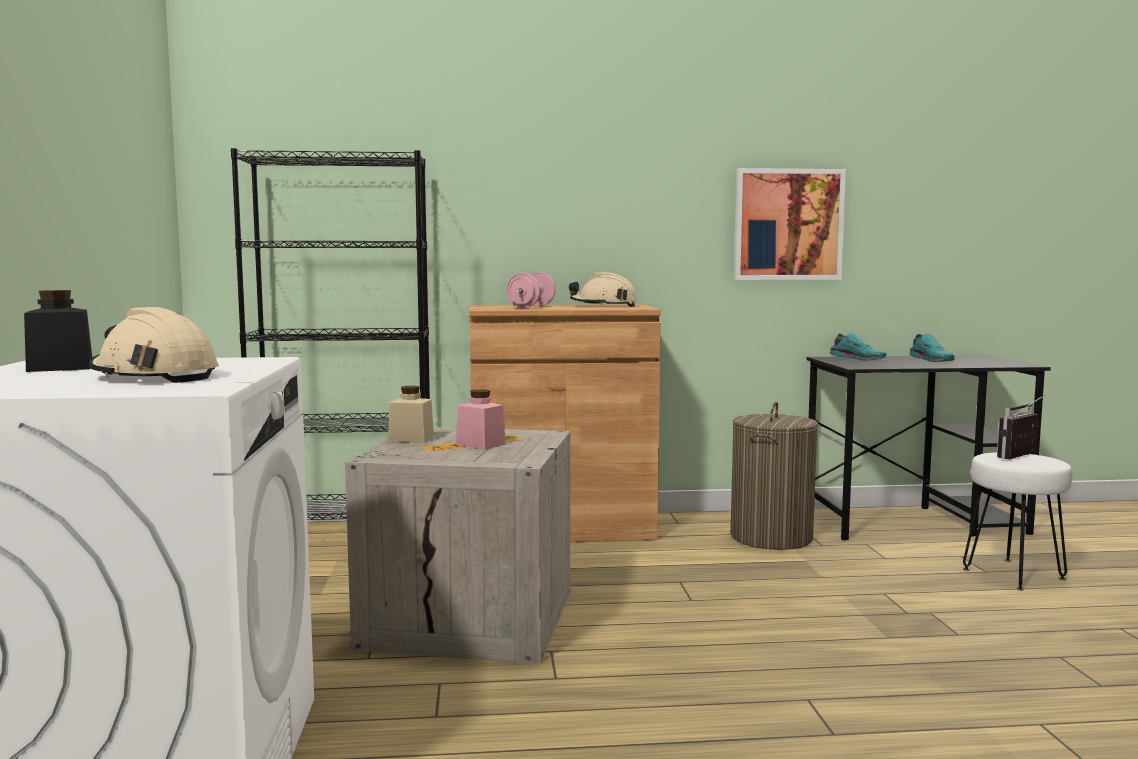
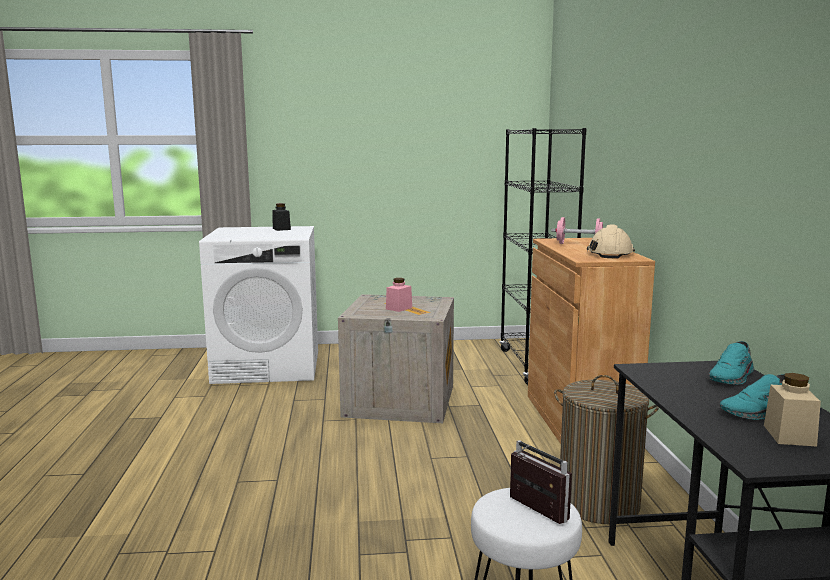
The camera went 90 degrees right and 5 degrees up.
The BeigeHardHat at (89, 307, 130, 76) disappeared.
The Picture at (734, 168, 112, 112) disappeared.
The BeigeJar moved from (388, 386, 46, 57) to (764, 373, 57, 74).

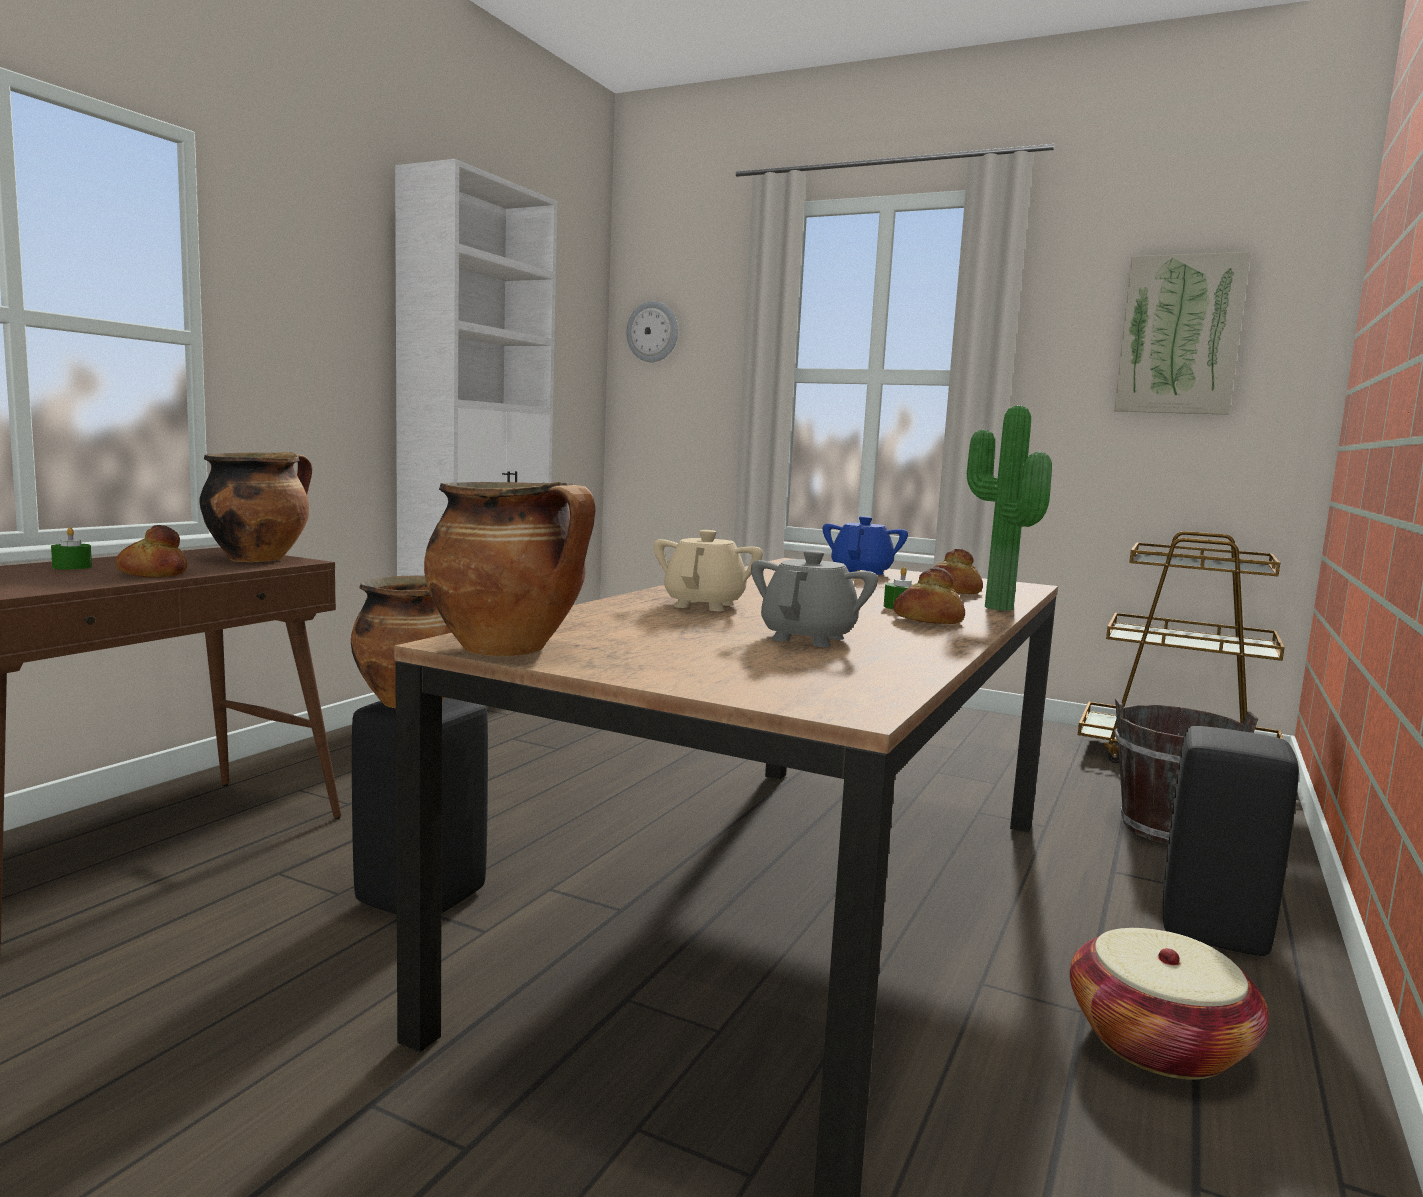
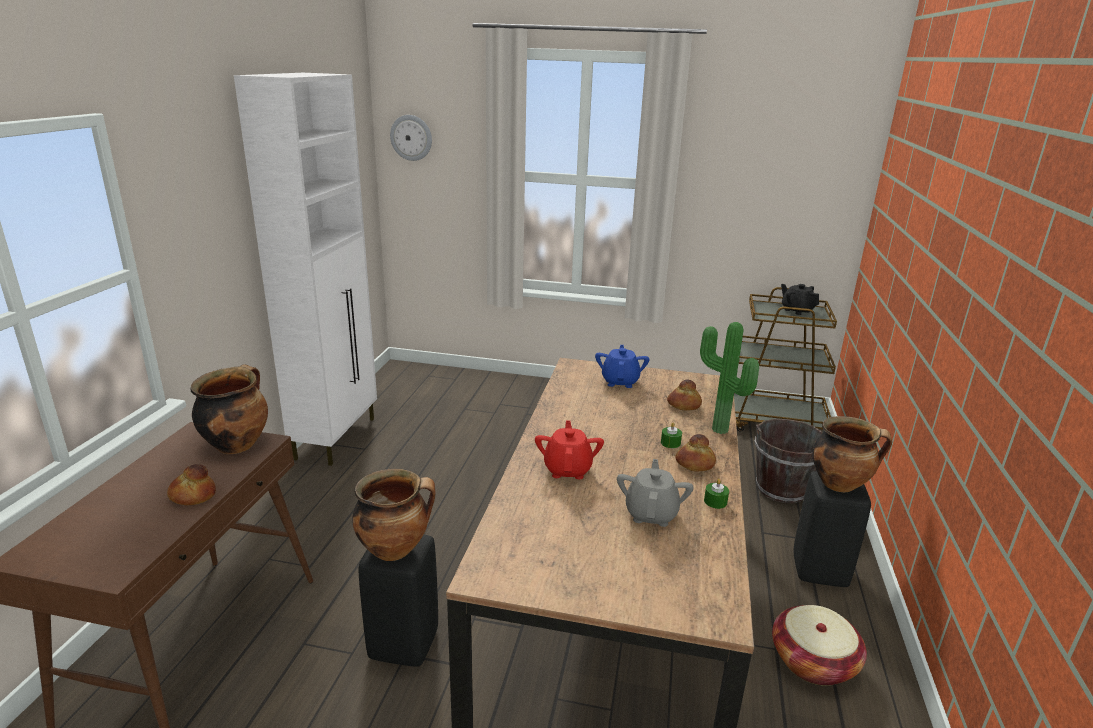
The camera went 15 degrees left and 15 degrees up.
The Picture at (1114, 252, 137, 163) disappeared.
The BlackTeapot at (781, 284, 38, 31) appeared.
The GreenCandle moved from (51, 527, 41, 43) to (704, 479, 25, 30).
The CookingPot moved from (424, 482, 172, 174) to (812, 416, 80, 76).
The BeigeTeapot at (653, 530, 110, 81) became the RedTeapot at (535, 420, 69, 59).

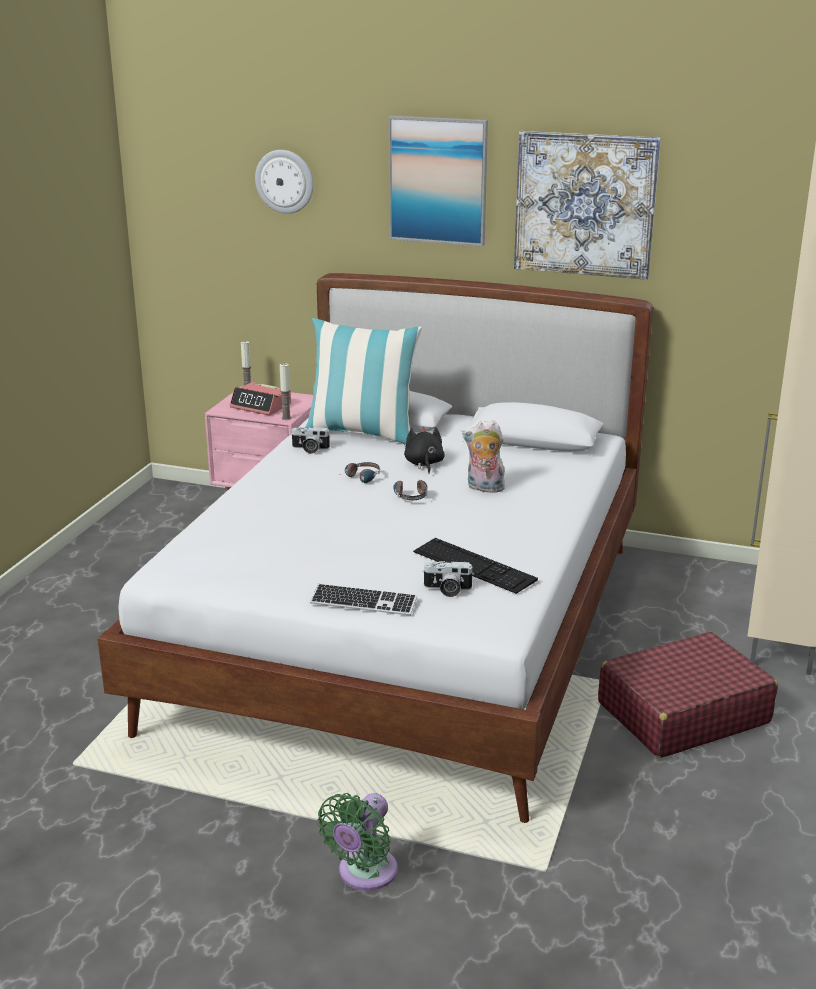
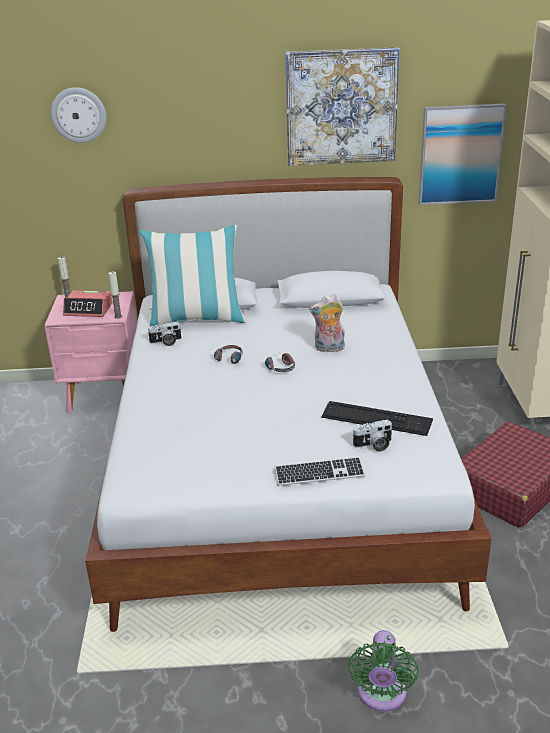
The camera went 20 degrees left and 5 degrees up.
The BlackPlushToy at (404, 426, 41, 48) disappeared.
The Picture moved from (389, 116, 99, 131) to (419, 104, 88, 101).

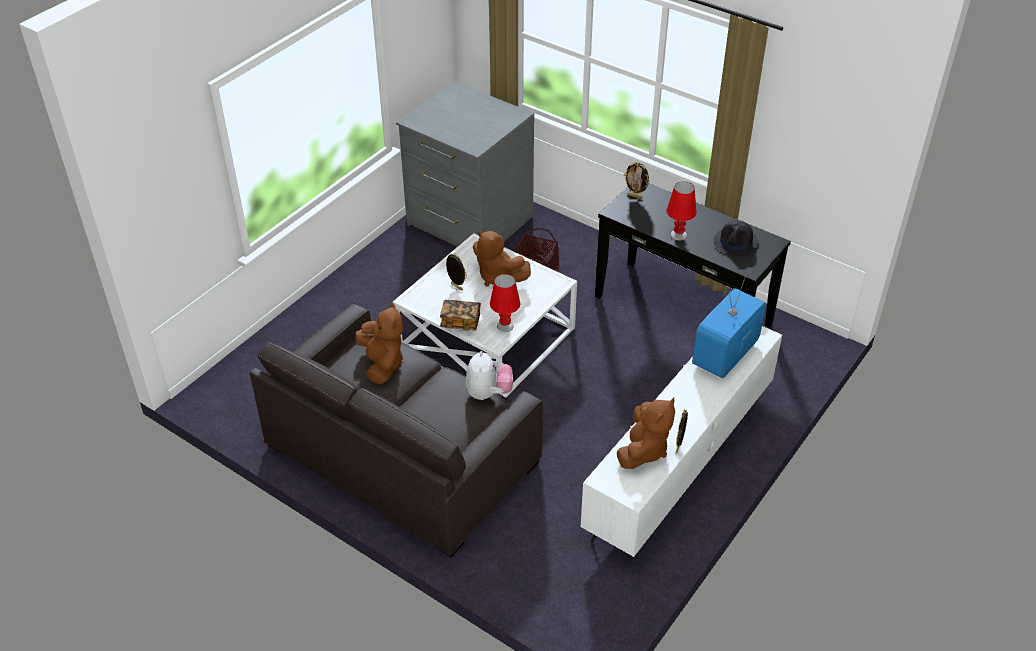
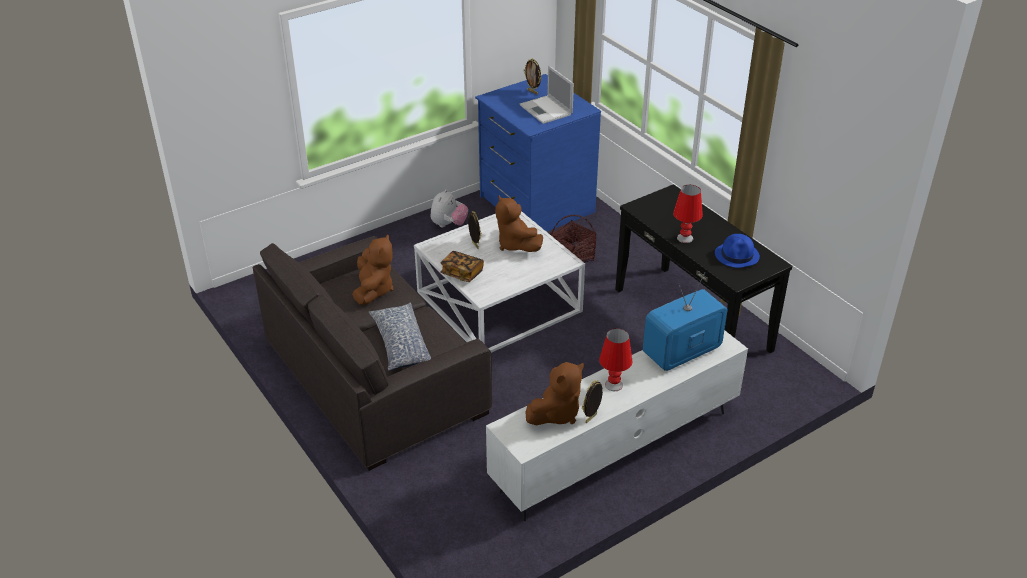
The camera went 20 degrees right and 5 degrees down.
The Pillow at (369, 303, 62, 68) appeared.
The Laptop at (520, 66, 54, 58) appeared.
The PlushToy moved from (465, 351, 48, 49) to (430, 189, 38, 39).
The RedTableLamp moved from (490, 274, 30, 58) to (599, 329, 33, 62).
The PictureFrame moved from (624, 162, 26, 37) to (524, 58, 17, 37).
The GreyDresser at (396, 81, 138, 166) became the BlueDresser at (475, 74, 126, 158).
The BlackHat at (714, 220, 45, 36) became the BlueHat at (715, 234, 45, 34).

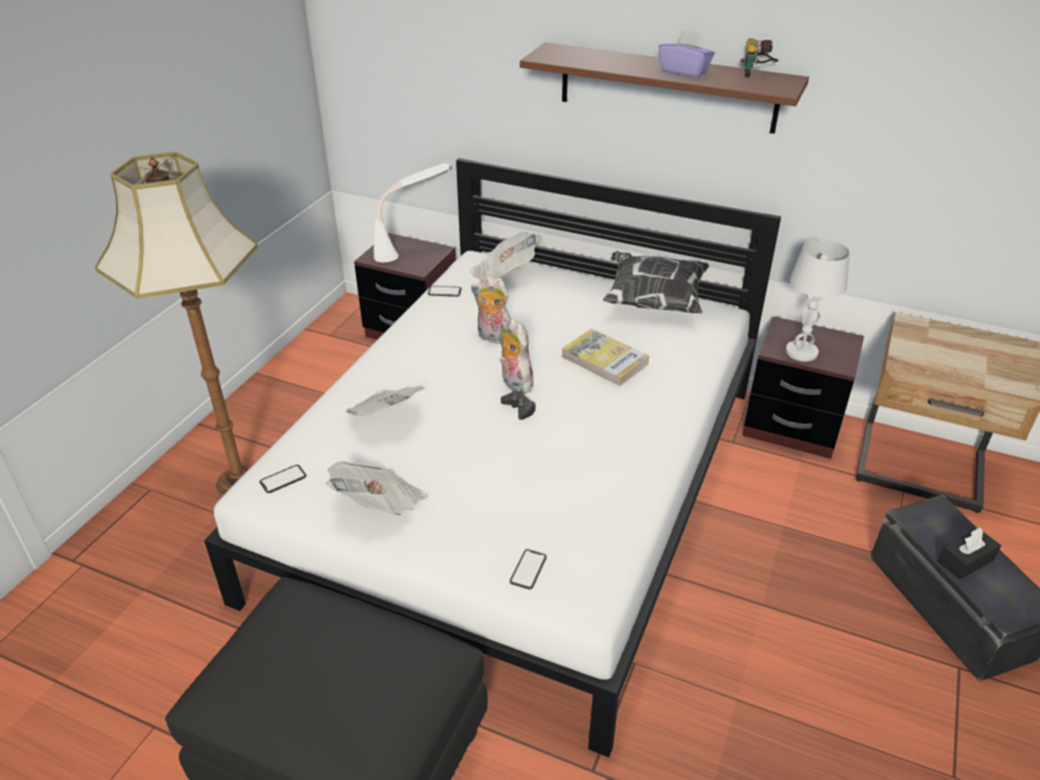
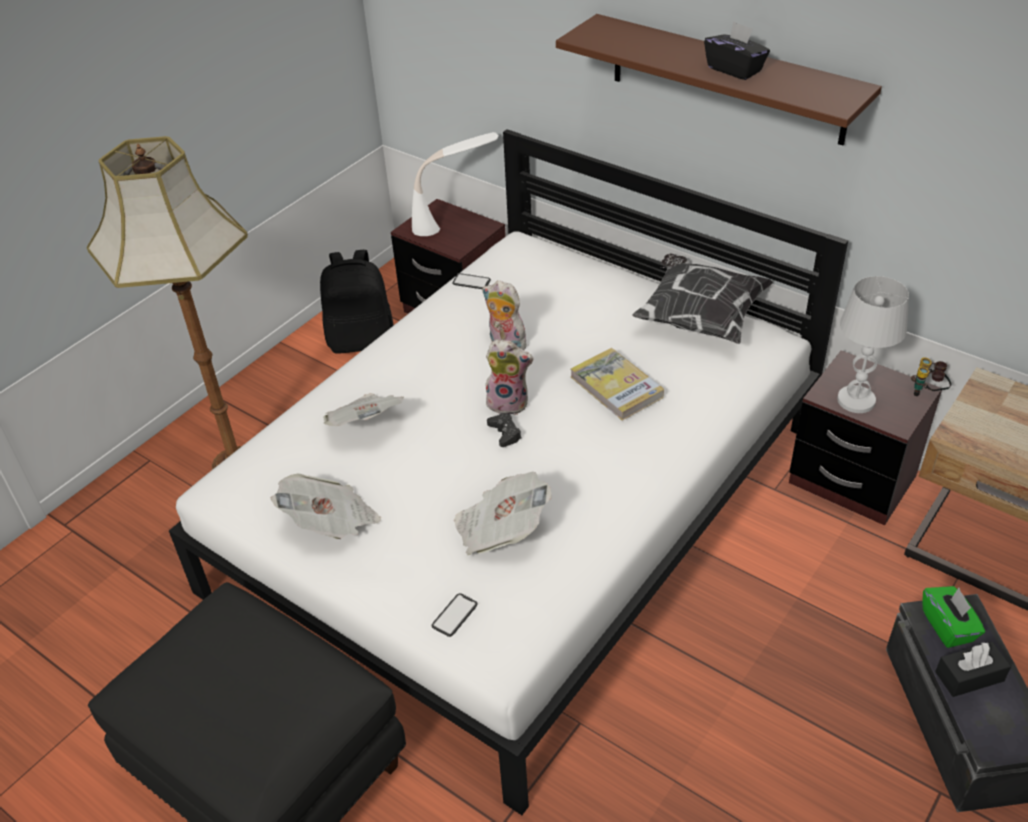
The camera went 15 degrees right and 5 degrees up.
The Phone at (259, 465, 47, 28) disappeared.
The BlackBackpack at (320, 250, 74, 104) appeared.
The GreenTissueBox at (922, 586, 63, 62) appeared.
The Newspaper moved from (470, 231, 70, 51) to (454, 471, 98, 84).
The Binoculars moved from (741, 38, 37, 40) to (911, 357, 40, 39).
The PurpleTissueBox at (659, 30, 56, 48) became the BlackTissueBox at (704, 21, 66, 59).
The PlushToy at (499, 318, 34, 75) turned 120 degrees clockwise.

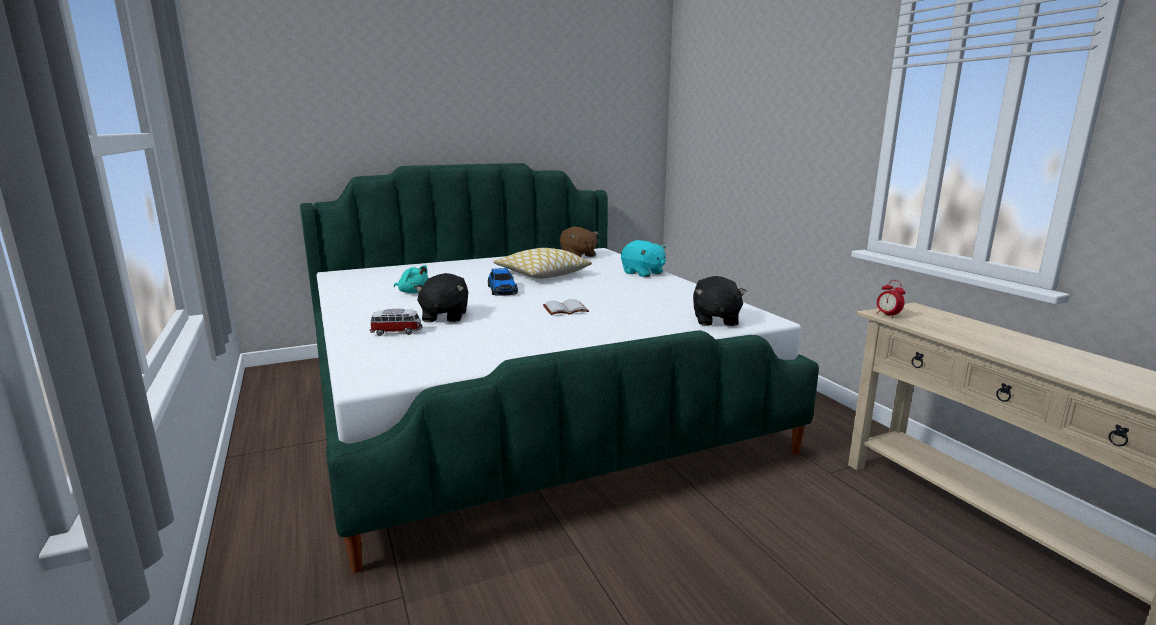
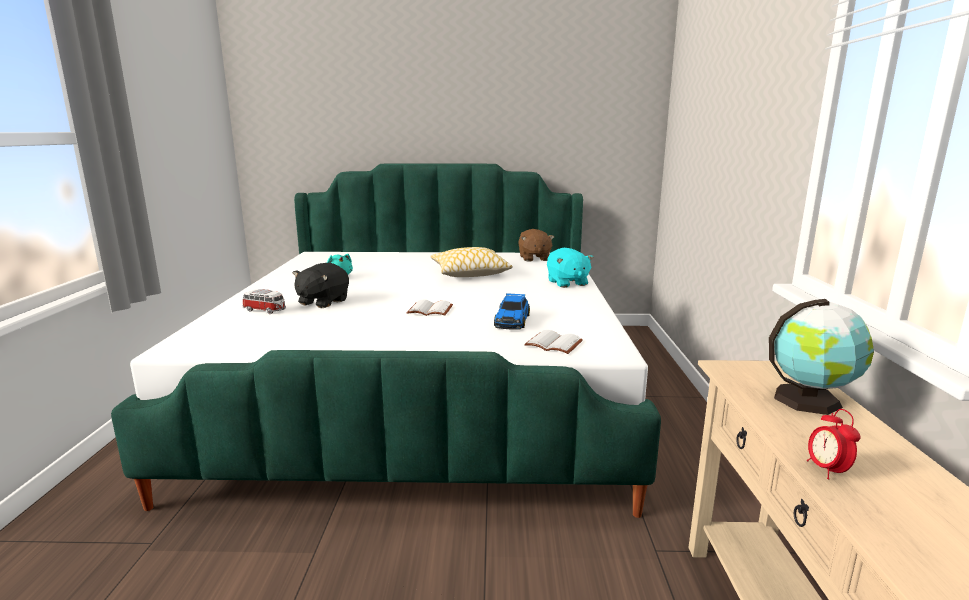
The camera went 25 degrees right and 0 degrees up.
The Globe at (769, 299, 105, 116) appeared.
The ToyCar moved from (488, 268, 30, 28) to (494, 293, 36, 37).
The AlarmClock moved from (876, 280, 29, 38) to (807, 409, 54, 70).
The BlackPlushToy at (693, 276, 54, 50) was replaced by the WhiteBook at (524, 330, 59, 24).

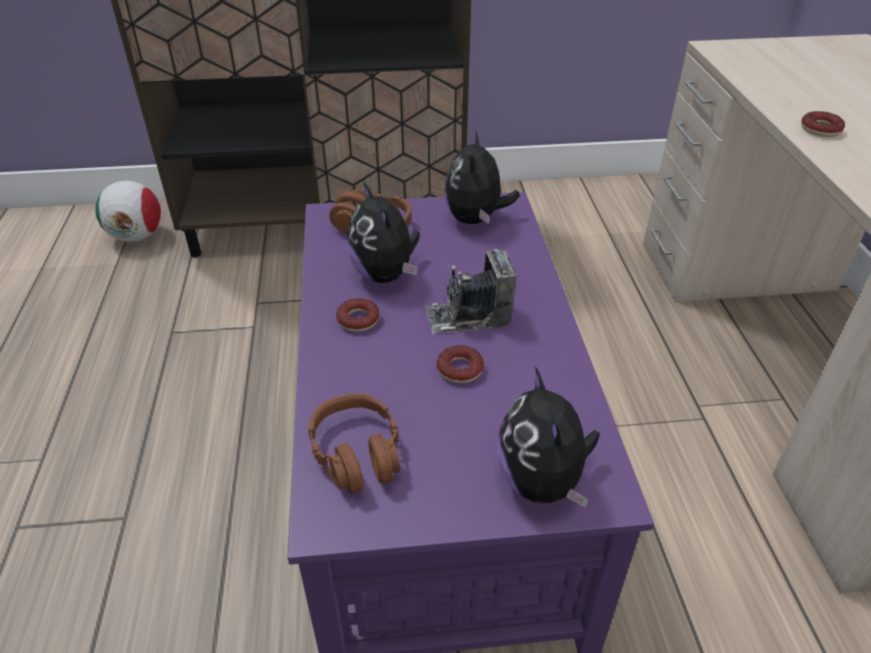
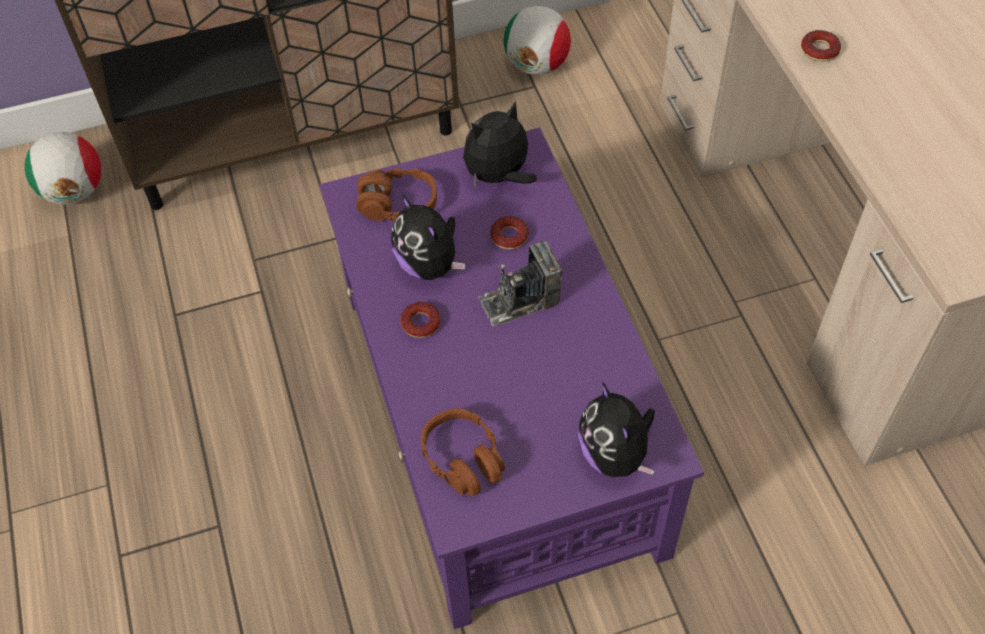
The camera went 10 degrees left and 15 degrees up.
The Football at (504, 6, 67, 69) appeared.
The Donut moved from (437, 345, 47, 38) to (490, 216, 39, 33).
The PlushToy at (445, 130, 75, 94) turned 60 degrees clockwise.

